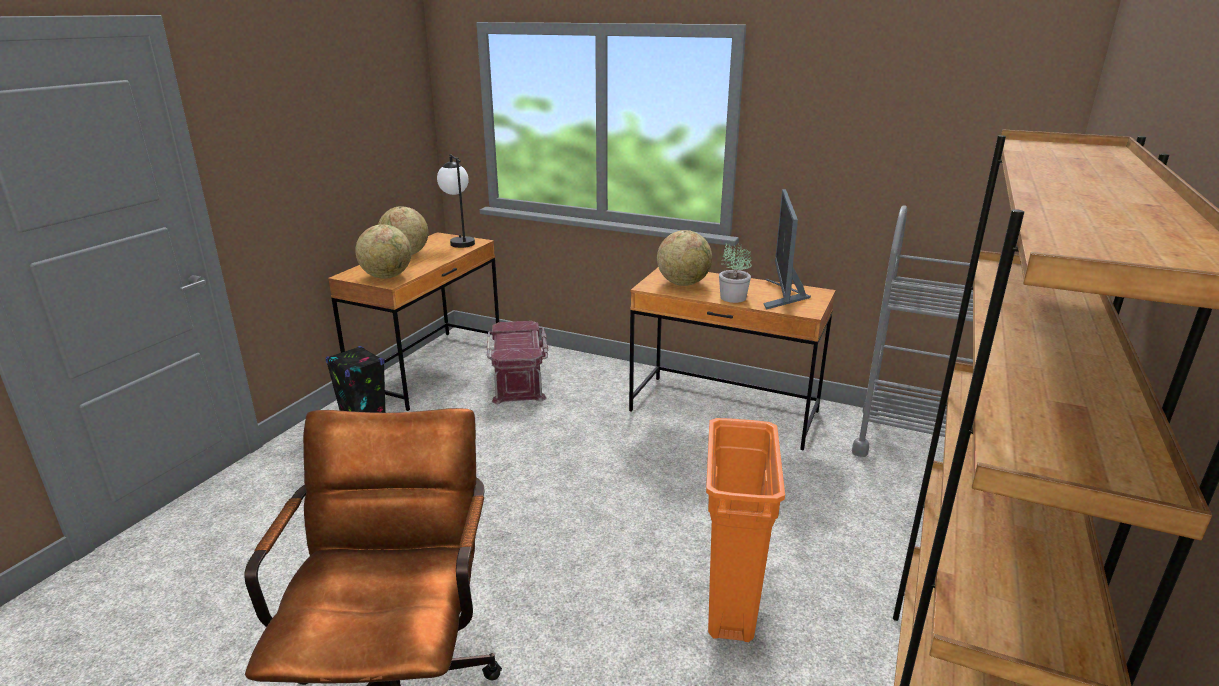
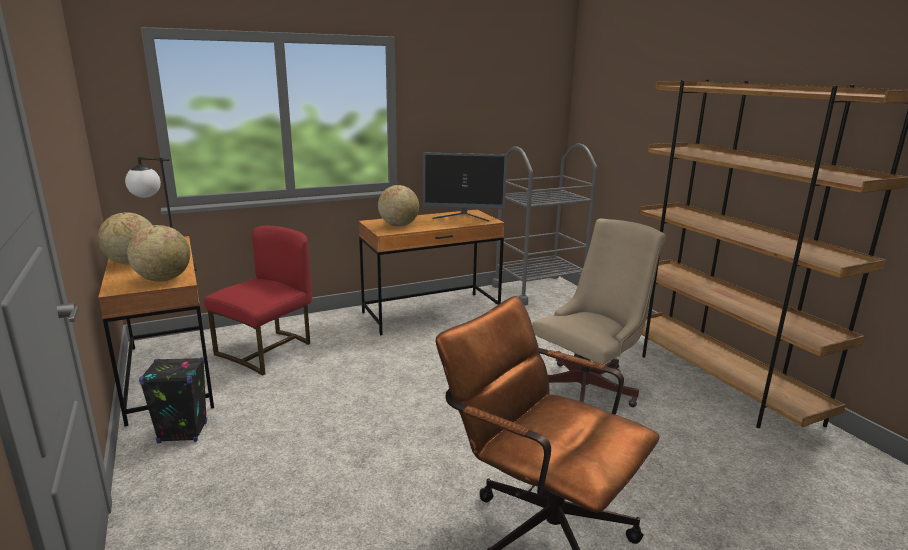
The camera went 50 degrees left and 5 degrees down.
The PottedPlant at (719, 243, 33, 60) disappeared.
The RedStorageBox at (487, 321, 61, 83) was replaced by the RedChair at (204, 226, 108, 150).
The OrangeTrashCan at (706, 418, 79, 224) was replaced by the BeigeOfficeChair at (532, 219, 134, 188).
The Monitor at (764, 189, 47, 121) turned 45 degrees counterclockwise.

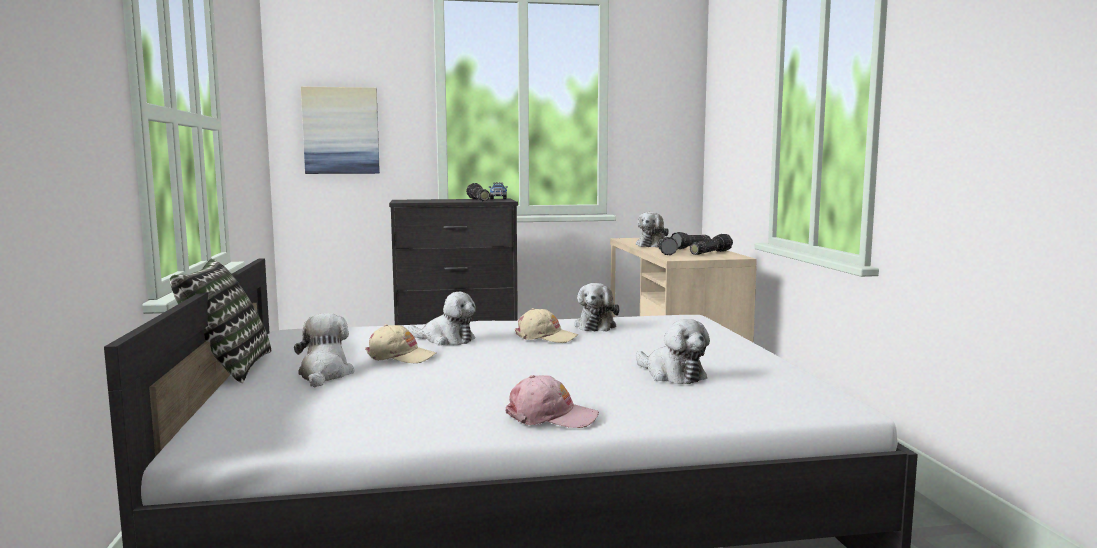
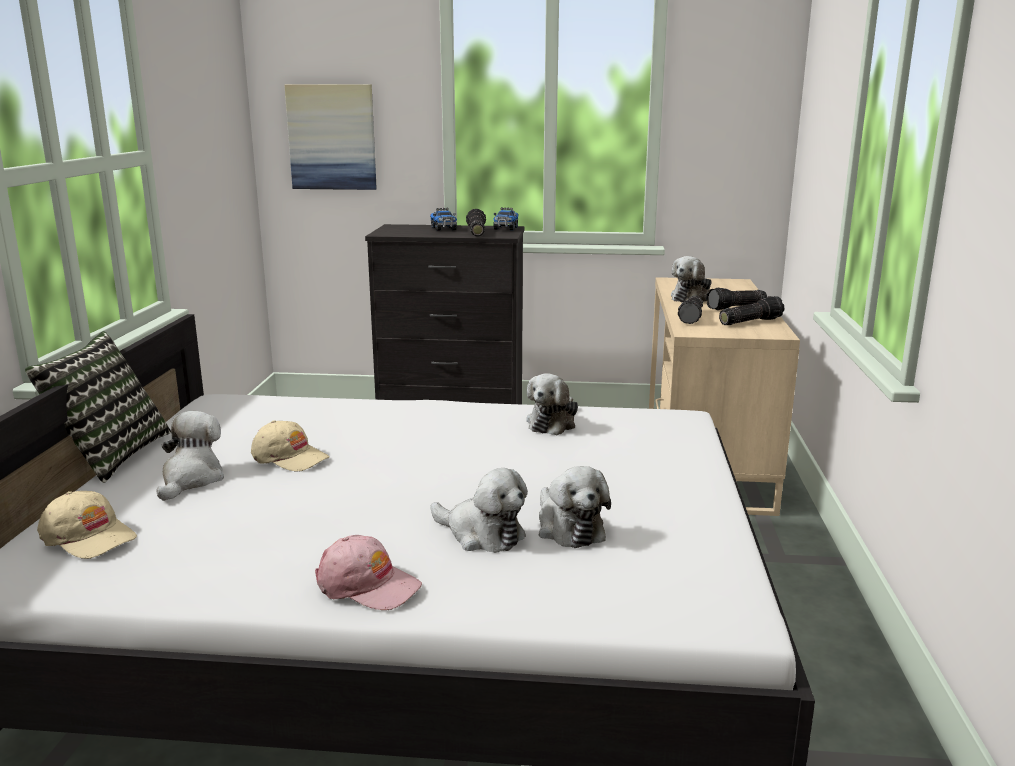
The camera went 15 degrees right and 10 degrees up.
The ToyTruck at (430, 208, 27, 23) appeared.
The PlushToy moved from (408, 292, 68, 53) to (430, 468, 98, 85).
The BeigeCap moved from (515, 308, 63, 35) to (37, 491, 100, 68).

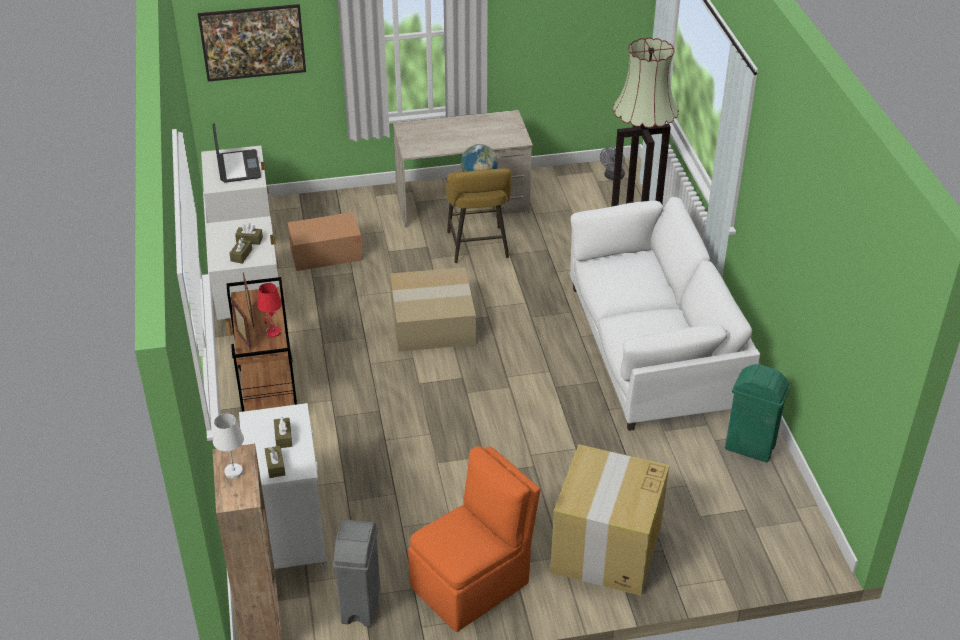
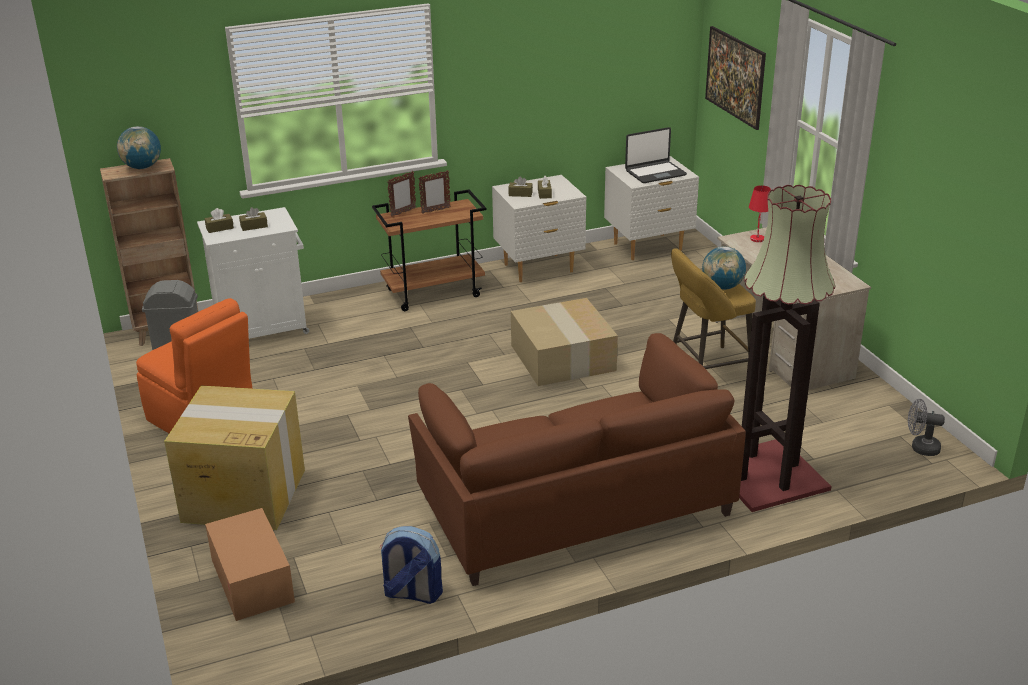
The camera went 80 degrees right and 10 degrees down.
The RedTableLamp moved from (257, 283, 25, 54) to (749, 185, 22, 57).
The CardboardBox moved from (287, 212, 76, 59) to (205, 508, 90, 113).
The WhiteTableLamp at (213, 414, 31, 65) was replaced by the Globe at (117, 126, 44, 43).
The GreenTrashCan at (725, 364, 65, 98) was replaced by the Backpack at (379, 526, 64, 78).
The WhiteSofa at (570, 197, 190, 234) became the BrownSofa at (408, 333, 338, 253).

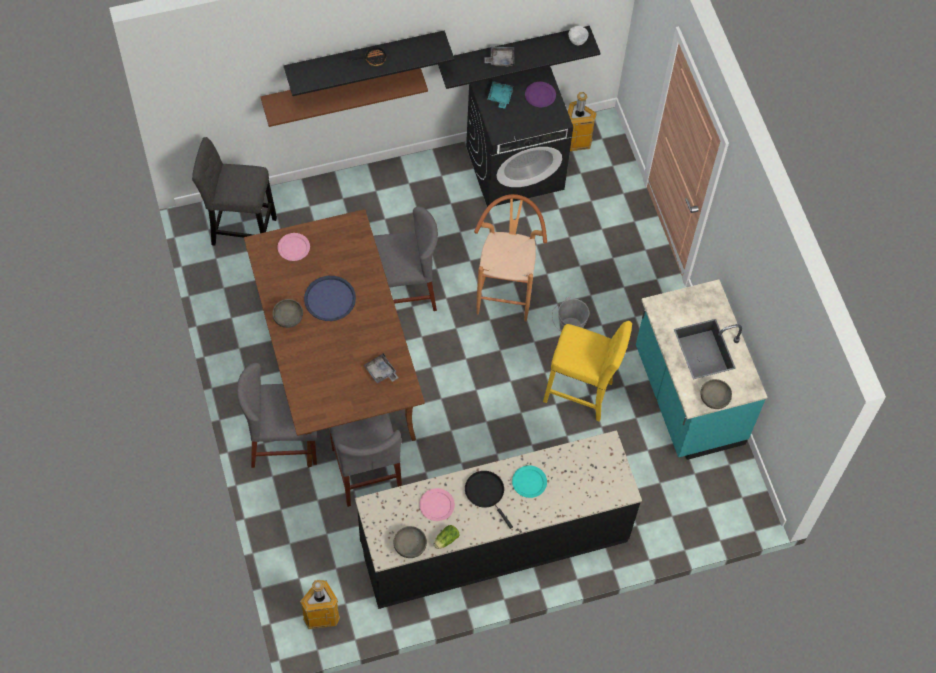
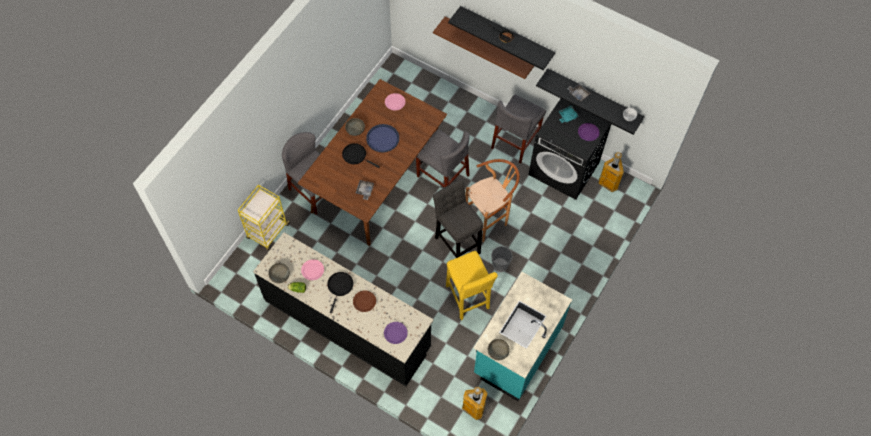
The camera went 50 degrees right and 0 degrees up.
The YellowCart at (238, 185, 52, 65) appeared.
The BlackFryingPan at (342, 143, 38, 25) appeared.
The PurplePlate at (384, 322, 24, 22) appeared.
The GreyStool moved from (192, 137, 85, 109) to (433, 179, 50, 79).
The TrashCan moved from (300, 580, 40, 49) to (462, 387, 26, 33).
The GreyChair moved from (329, 413, 73, 94) to (491, 95, 55, 69).
The TurquoisePlate at (512, 465, 35, 33) became the BrownPlate at (353, 290, 23, 22).

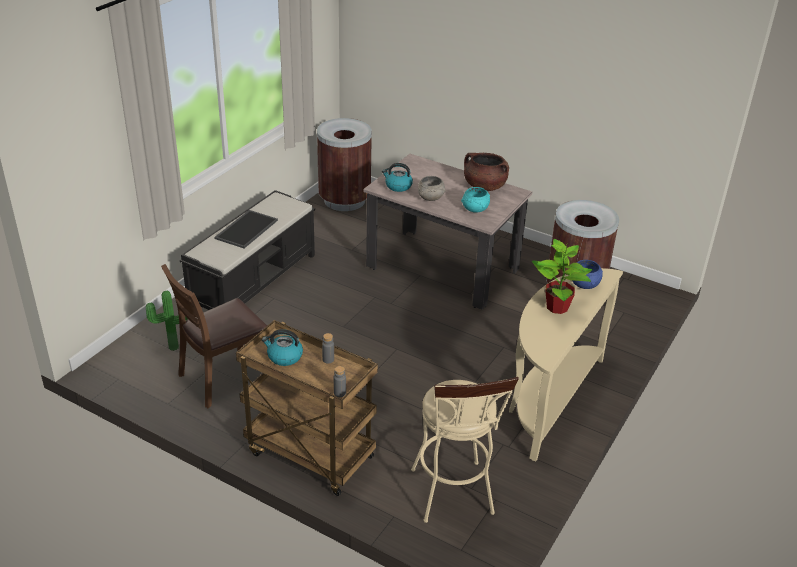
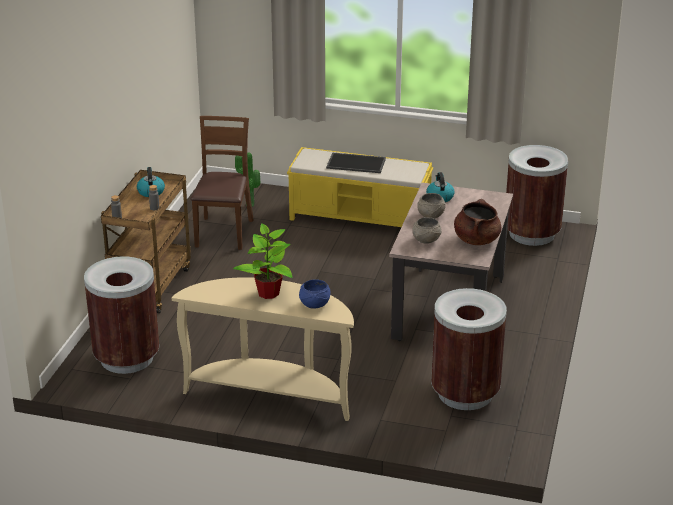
The camera went 75 degrees right and 5 degrees down.
The BeigeStool at (411, 377, 108, 146) was replaced by the BrownTrashCan at (84, 256, 76, 118).
The BlackBench at (180, 190, 135, 120) became the YellowBench at (287, 147, 146, 80).
The TurquoiseBowl at (461, 187, 29, 26) became the GreyBowl at (412, 217, 30, 27).
The BrownChair at (161, 264, 106, 144) turned 60 degrees clockwise.

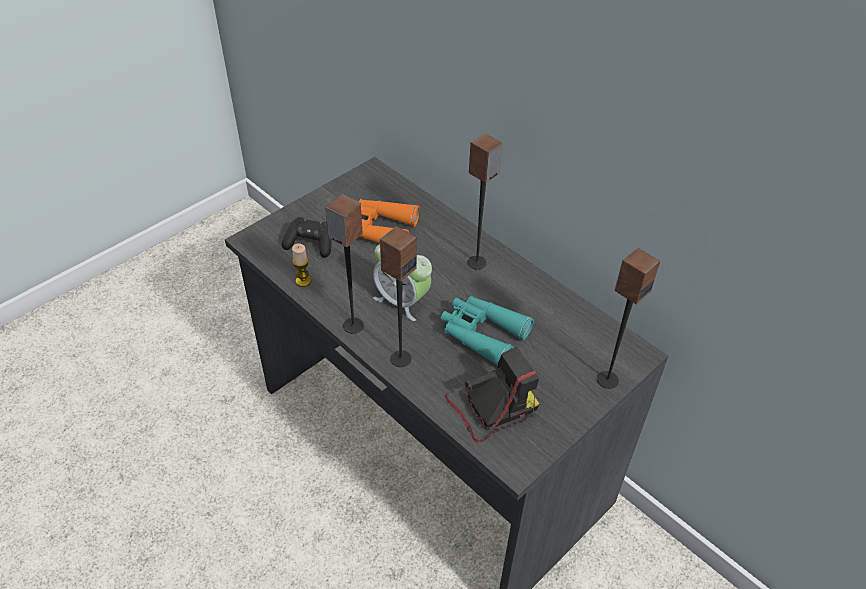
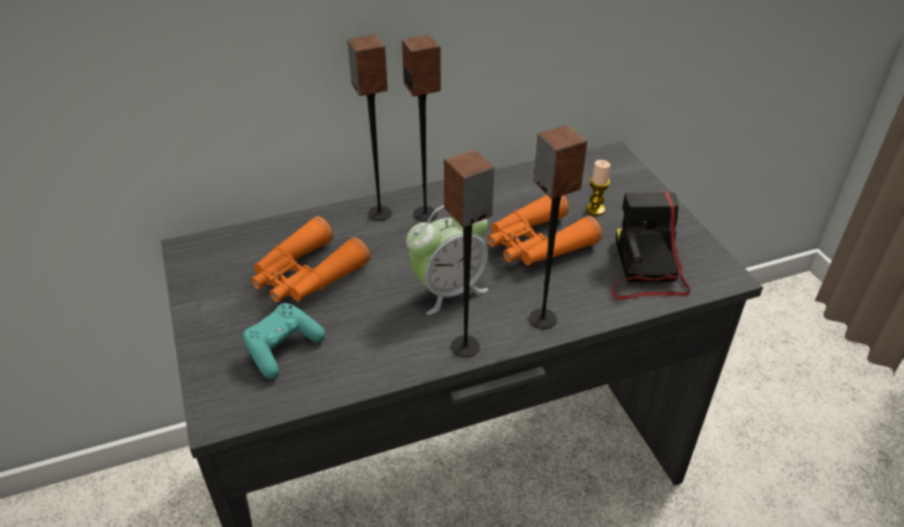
The camera went 65 degrees left and 5 degrees down.
The Candle moved from (292, 243, 19, 44) to (586, 160, 25, 55).
The Speaker moved from (597, 248, 63, 141) to (347, 34, 45, 187).
The BlackGameController at (282, 217, 50, 41) became the TurquoiseGameController at (243, 303, 83, 76).
The TurquoiseBinoculars at (440, 296, 94, 70) became the OrangeBinoculars at (487, 195, 115, 70).

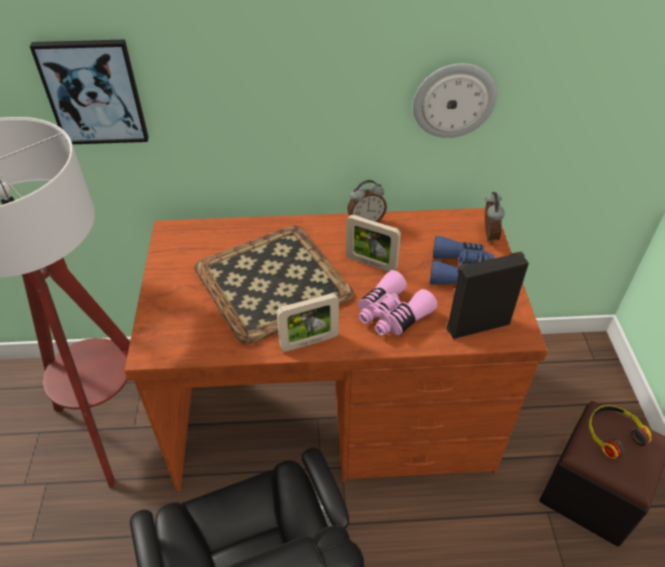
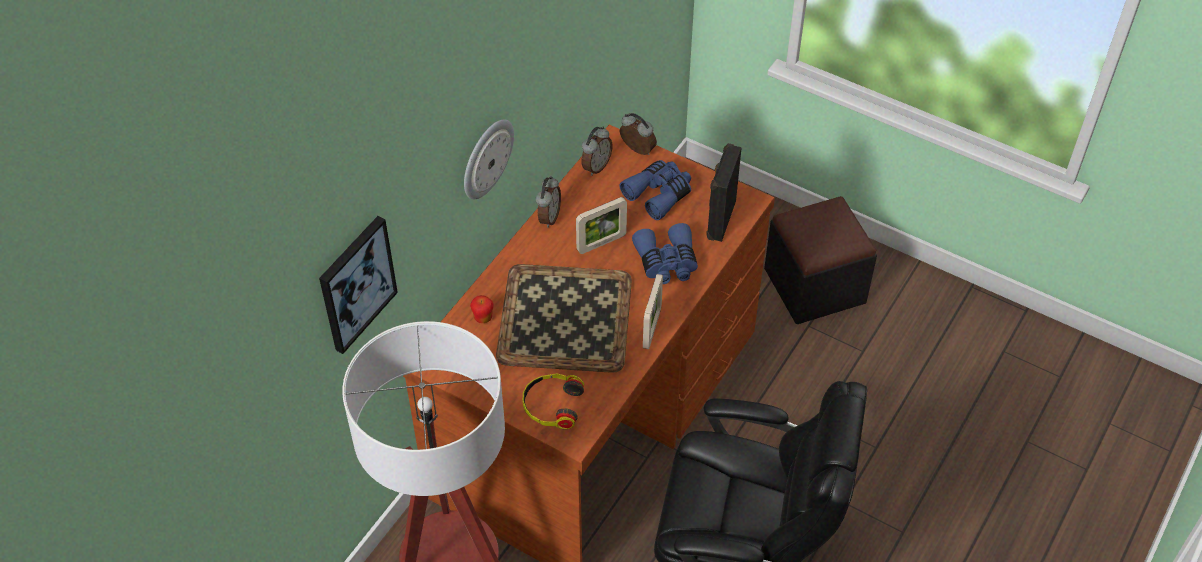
The camera went 55 degrees left and 5 degrees up.
The Apple at (470, 295, 23, 28) appeared.
The AlarmClock at (581, 126, 31, 50) appeared.
The WallClock moved from (413, 63, 84, 75) to (464, 119, 50, 80).
The Headphones moved from (589, 405, 63, 54) to (523, 373, 61, 56).
The PinkBinoculars at (358, 270, 80, 65) became the BlueBinoculars at (632, 223, 66, 61).

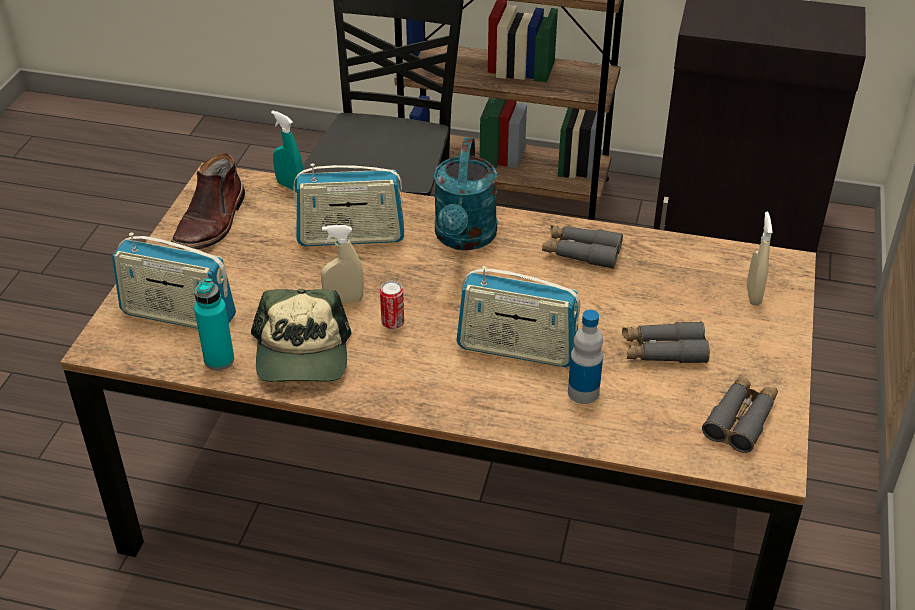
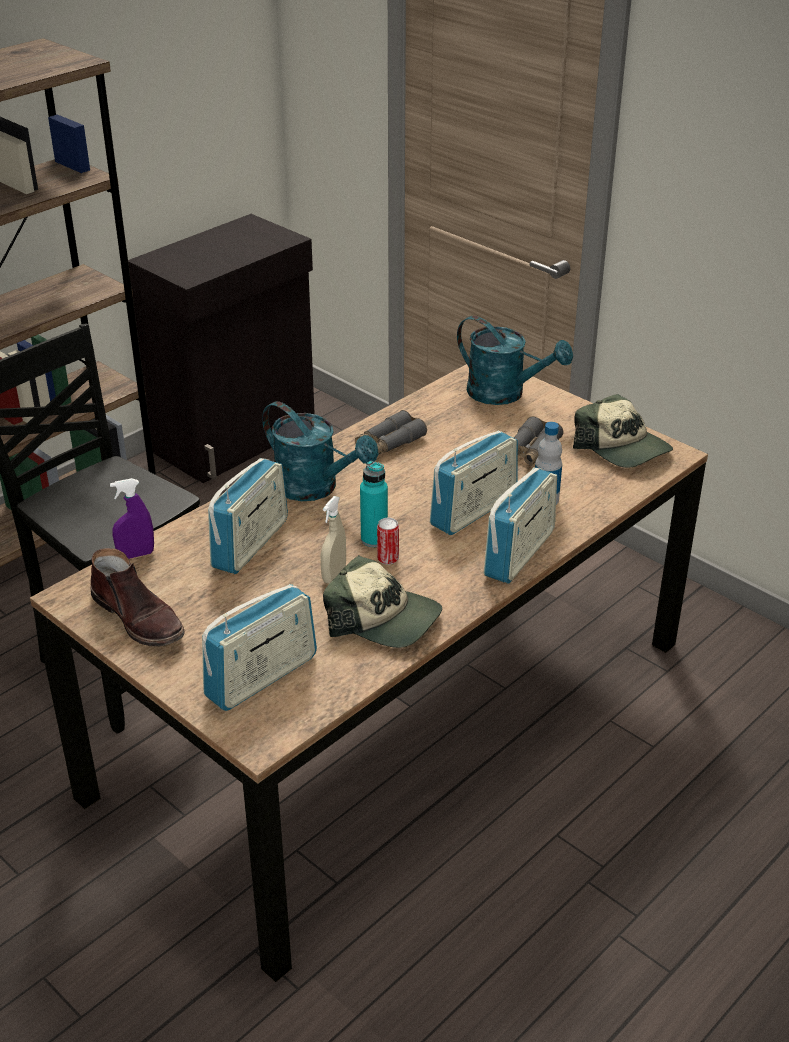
The camera went 60 degrees left and 5 degrees down.
The Radio at (484, 467, 73, 117) appeared.
The TurquoiseBottle moved from (194, 278, 40, 92) to (360, 461, 28, 86).
The GreyBinoculars at (702, 375, 76, 78) was replaced by the Cap at (573, 394, 100, 74).
The BeigeSprayBottle at (747, 212, 26, 93) was replaced by the TurquoiseWateringCan at (457, 316, 116, 89).
The TurquoiseSprayBottle at (271, 111, 32, 81) became the PurpleSprayBottle at (110, 478, 44, 81).

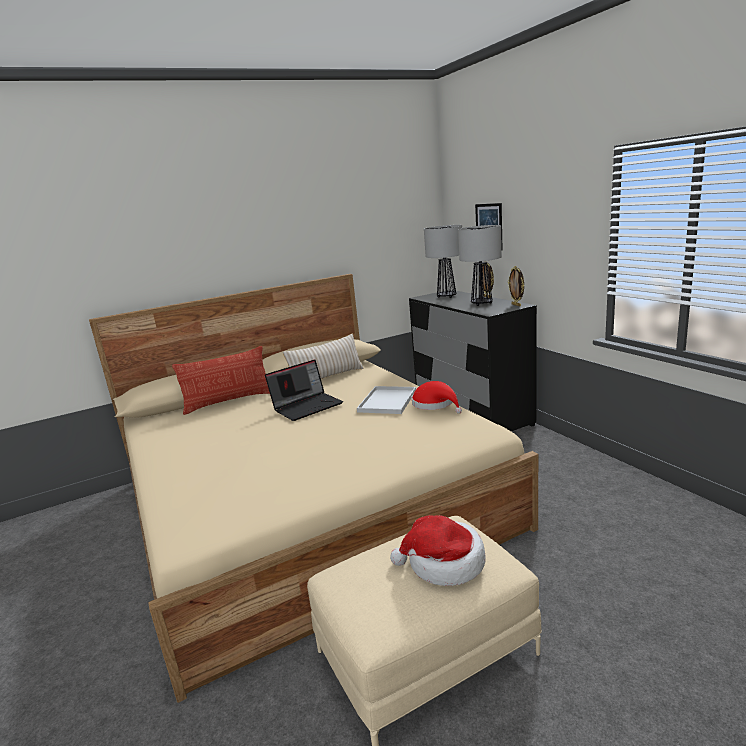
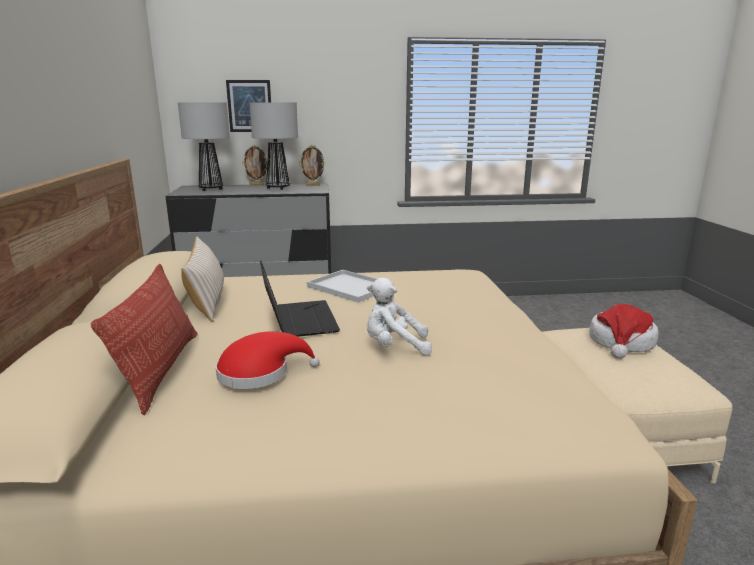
The camera went 70 degrees left and 0 degrees up.
The WhitePlushToy at (367, 278, 65, 78) appeared.
The RedHat moved from (412, 381, 50, 33) to (216, 331, 104, 58).

